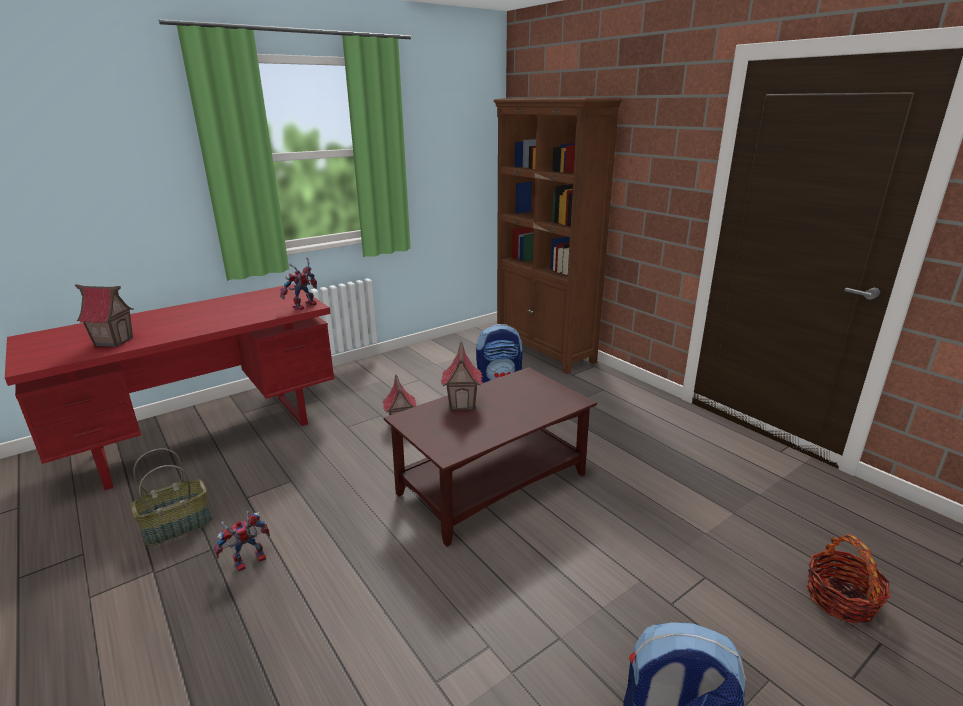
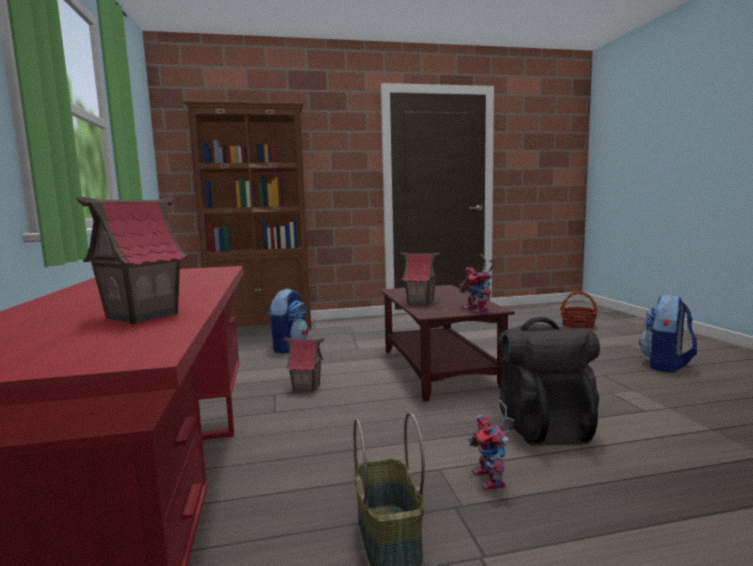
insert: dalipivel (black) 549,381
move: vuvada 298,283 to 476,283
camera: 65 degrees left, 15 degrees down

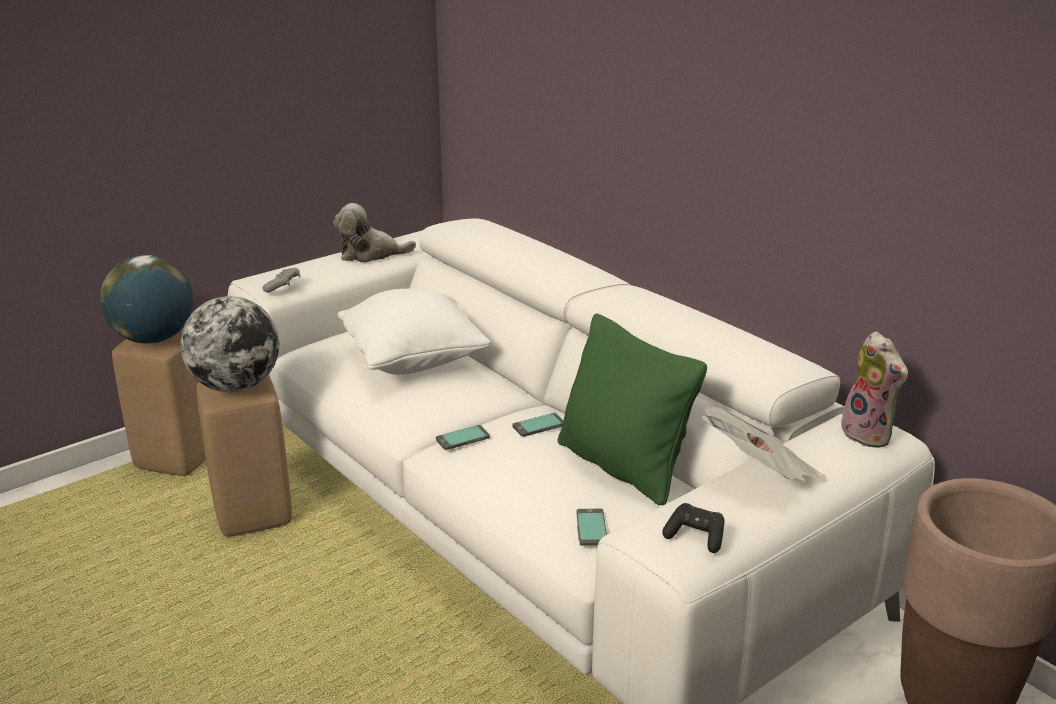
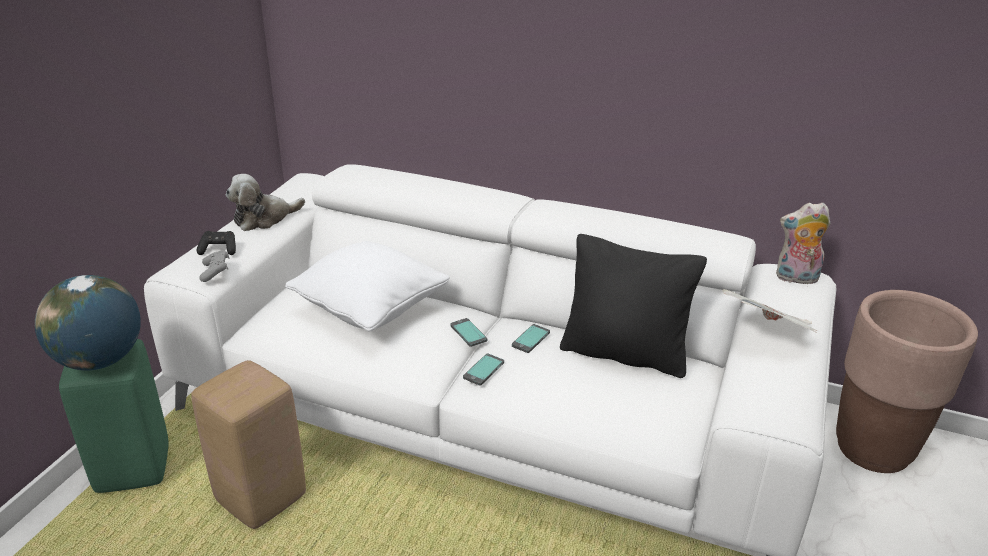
delete: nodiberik 229,344
move: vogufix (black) 693,528 to 216,243; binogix 591,527 to 468,332
recolor: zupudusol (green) 632,409 to zupudusol (black) 633,306; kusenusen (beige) 159,402 to kusenusen (green) 114,416
rotate: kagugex 871,389 = 803,243 150 degrees clockwise
camera: 30 degrees left, 5 degrees up

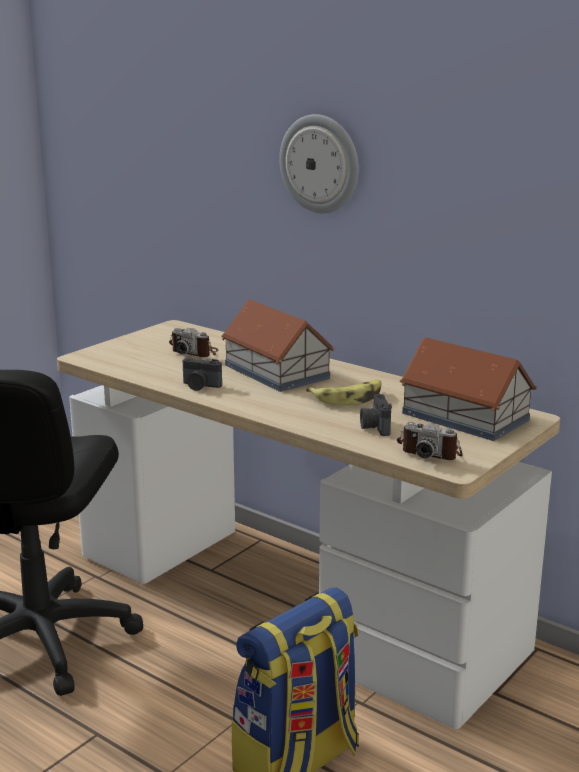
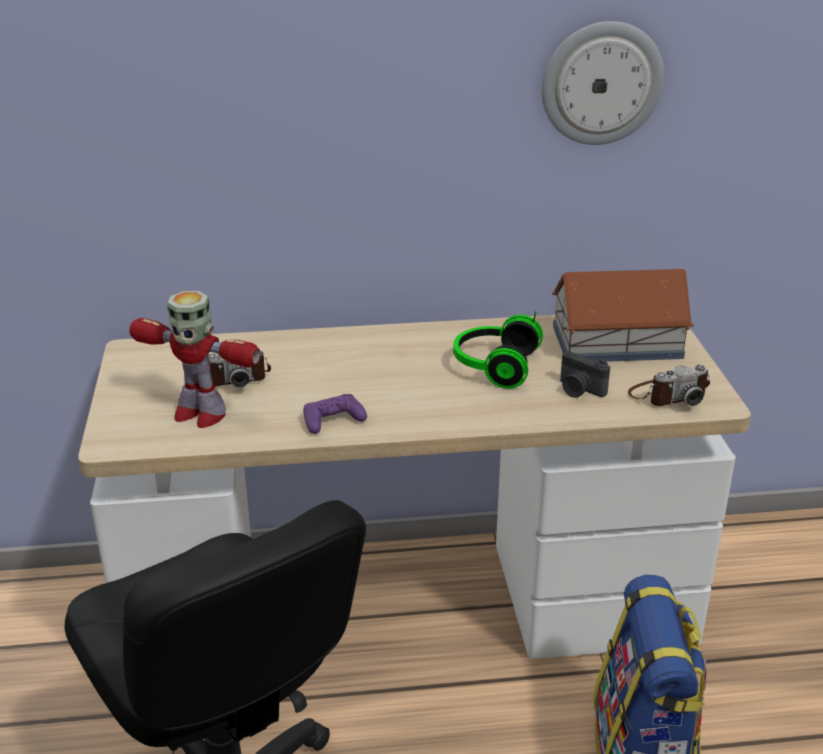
delete: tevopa 277,345
insert: vuvada 195,359
move: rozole 319,163 to 603,83
replace: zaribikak 202,374 to vogufix (purple) 335,414; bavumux 344,392 to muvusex 498,349
camera: 45 degrees left, 10 degrees up

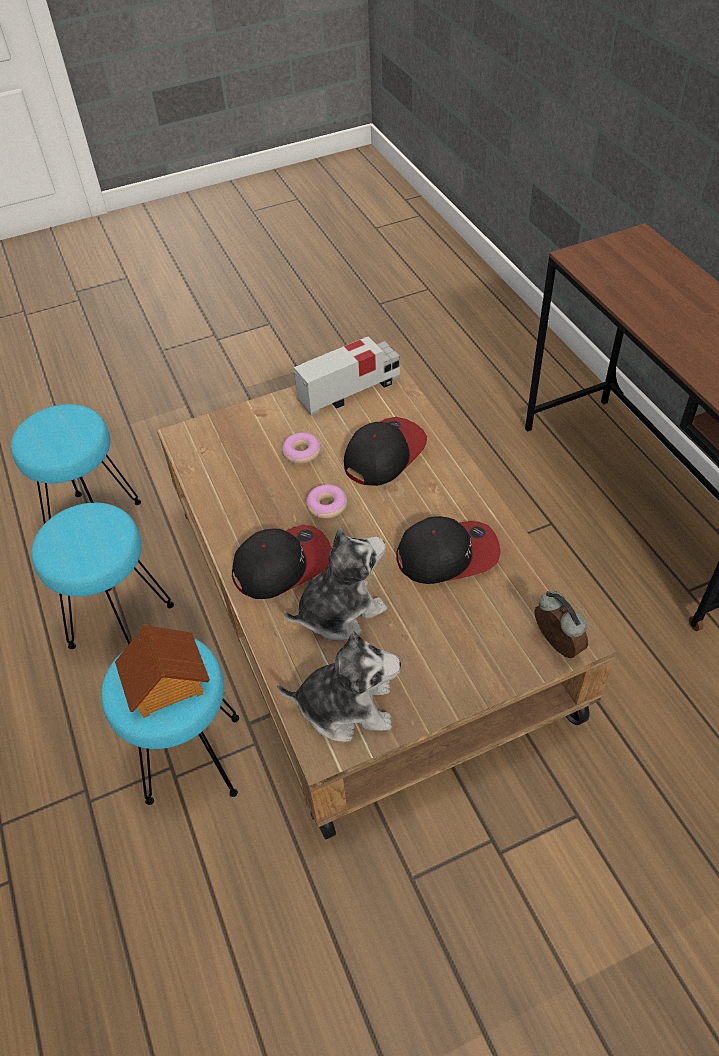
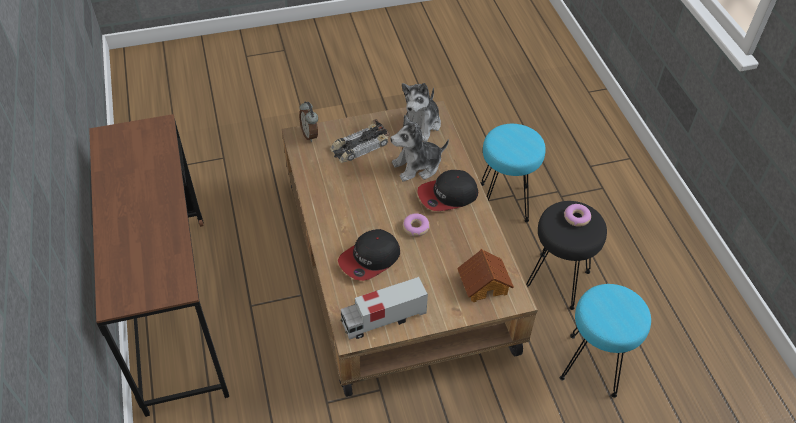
delete: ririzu 448,550
insert: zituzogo 360,141
move: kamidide 301,448 to 577,215; tevopa 162,671 to 485,275
recolor: kusenusen (turquoise) 102,576 to kusenusen (black) 566,255
rotate: kagugex 339,686 = 421,112 75 degrees counterclockwise
camera: 175 degrees left, 0 degrees up

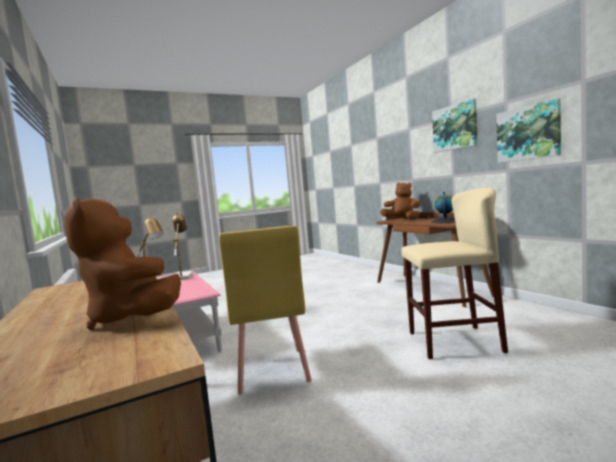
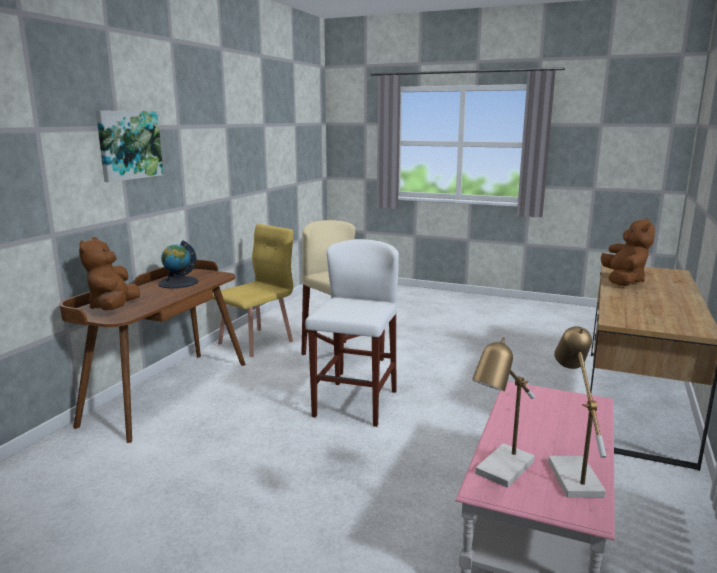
delete: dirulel 528,130
insert: kusenusen (white) 352,333
move: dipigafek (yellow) 265,309 to 253,290
camera: 130 degrees left, 10 degrees up

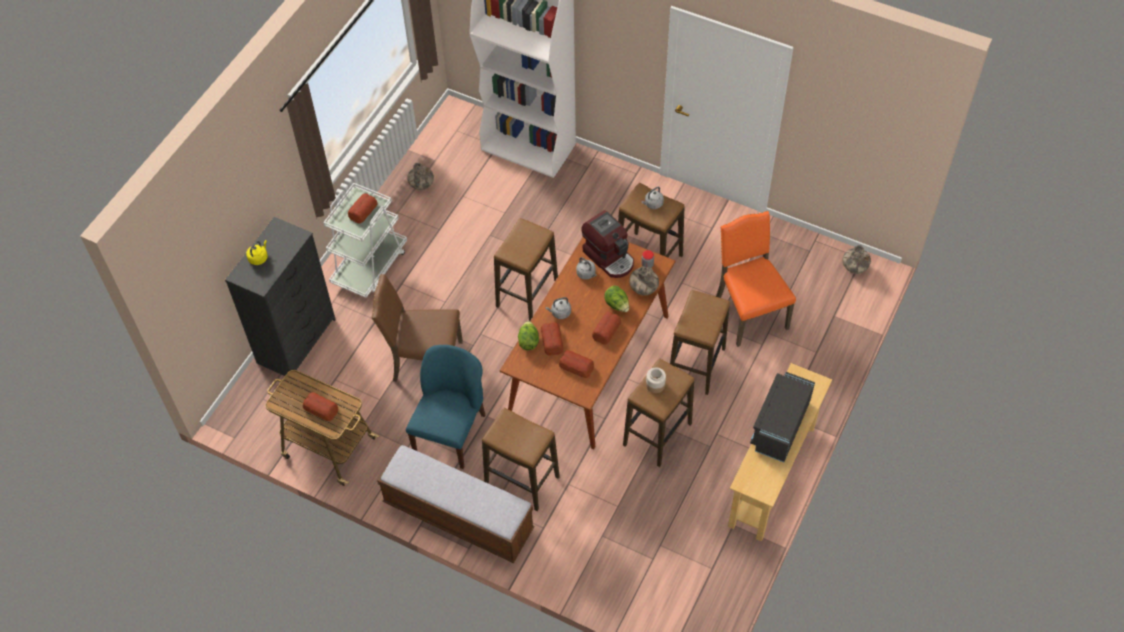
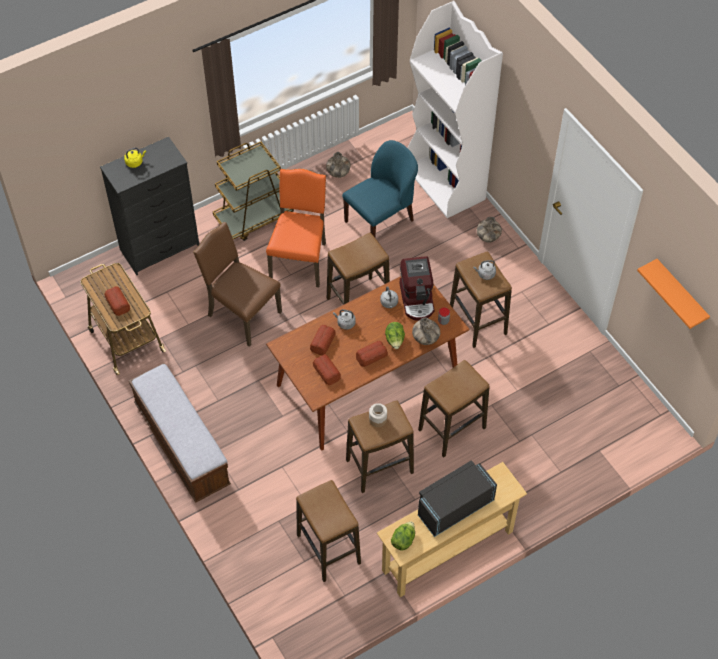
delete: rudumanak 363,208
insert: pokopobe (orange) 673,294
move: dipigafek (orange) 756,279 to 296,228; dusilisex 856,259 to 489,230; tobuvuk 528,335 to 403,536; dipigafek (blue) 445,407 to 380,188; kusenusen 521,459 to 328,531
recolor: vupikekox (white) 365,240 to vupikekox (brown) 253,191
camera: 30 degrees right, 0 degrees up

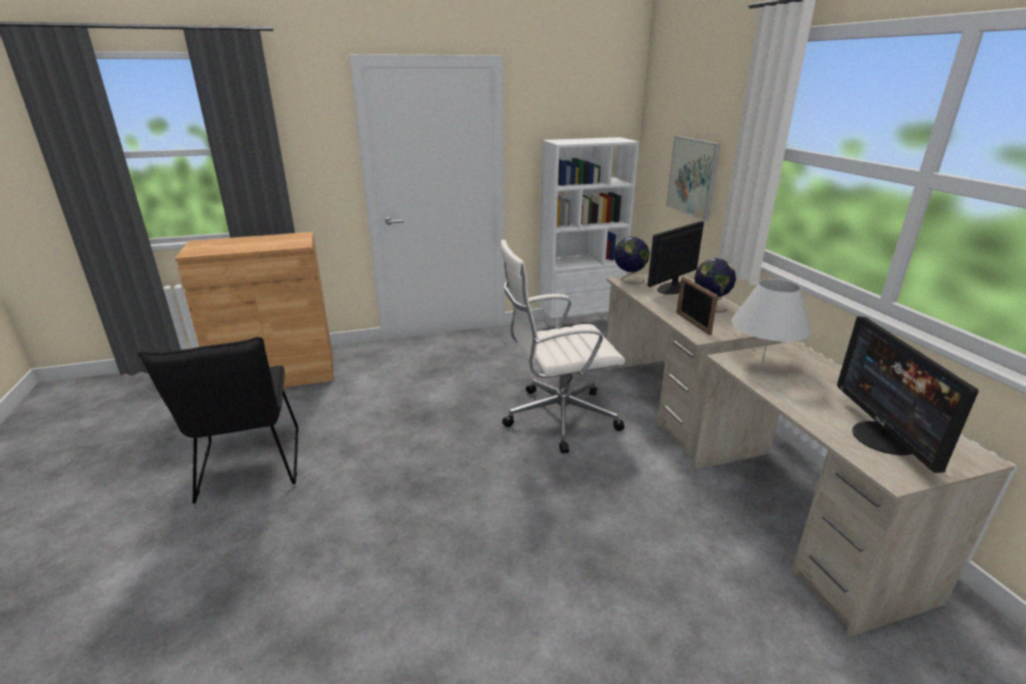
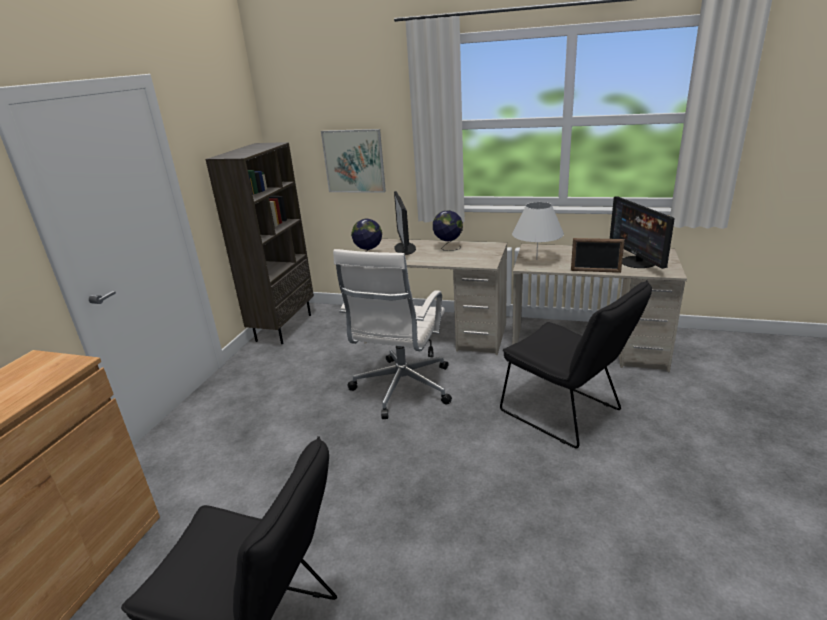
insert: dipigafek (black) 576,364
move: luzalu 697,305 to 598,255
recolor: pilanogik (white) 588,232 to pilanogik (brown) 259,243
rotate: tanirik 908,394 = 642,233 45 degrees clockwise
camera: 55 degrees left, 0 degrees up

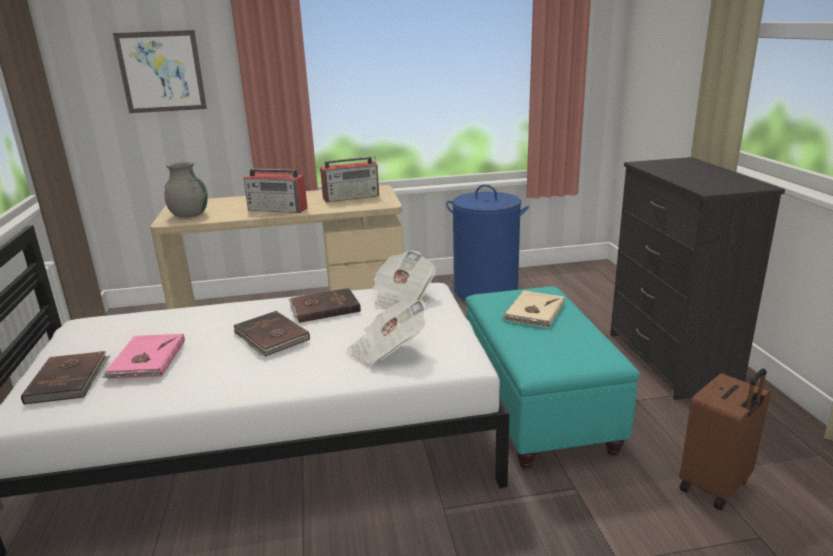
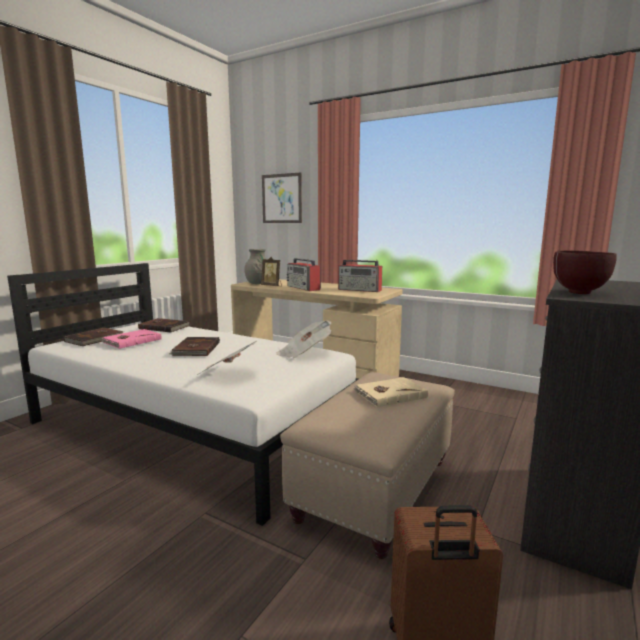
delete: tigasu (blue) 487,243
insert: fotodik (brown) 585,272; luzalu 271,271
move: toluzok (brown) 325,305 to 164,325
recolor: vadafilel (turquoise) 553,378 to vadafilel (beige) 367,465
camera: 40 degrees right, 10 degrees down

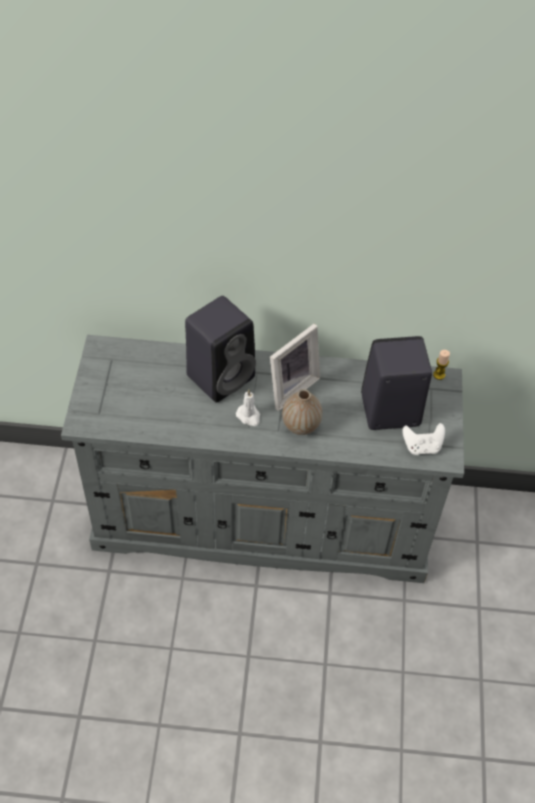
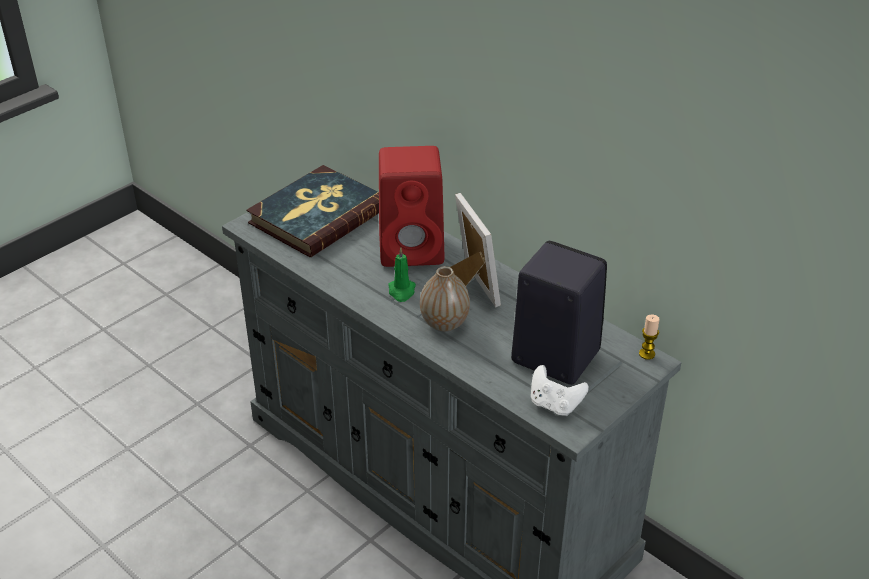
insert: toluzok 312,211
recolor: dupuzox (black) 220,349 to dupuzox (red) 411,206; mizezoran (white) 248,408 to mizezoran (green) 402,275
rotate: luzalu 295,367 = 475,250 105 degrees counterclockwise
camera: 40 degrees right, 15 degrees down

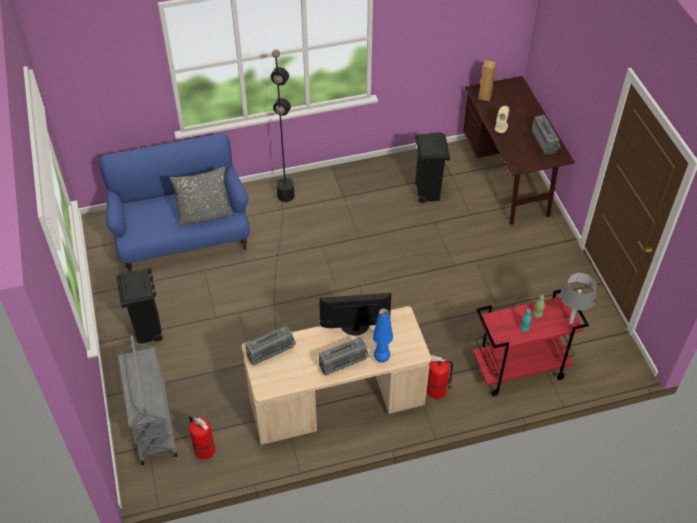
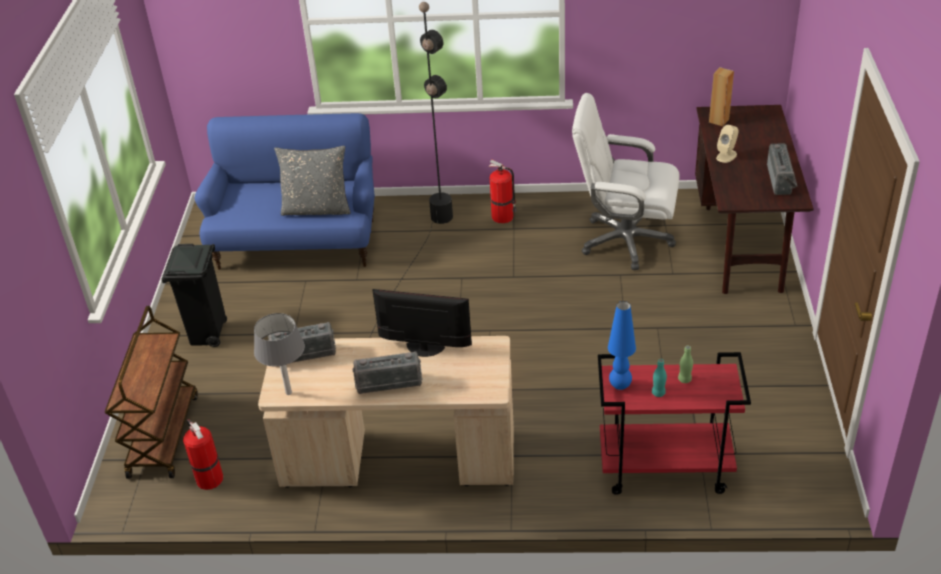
move: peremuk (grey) 579,298 to 279,354; peremuk (blue) 383,335 to 622,345; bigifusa 440,377 to 502,191
replace: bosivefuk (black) 432,167 to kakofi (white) 626,181
recolor: vupikekox (grey) 148,400 to vupikekox (brown) 151,392
camera: 20 degrees right, 10 degrees down

